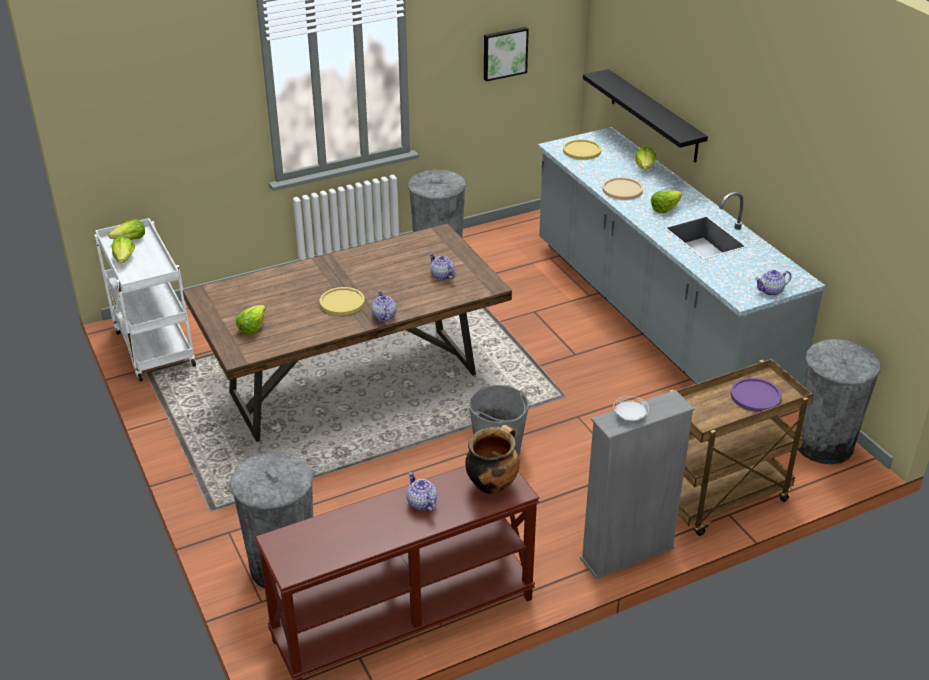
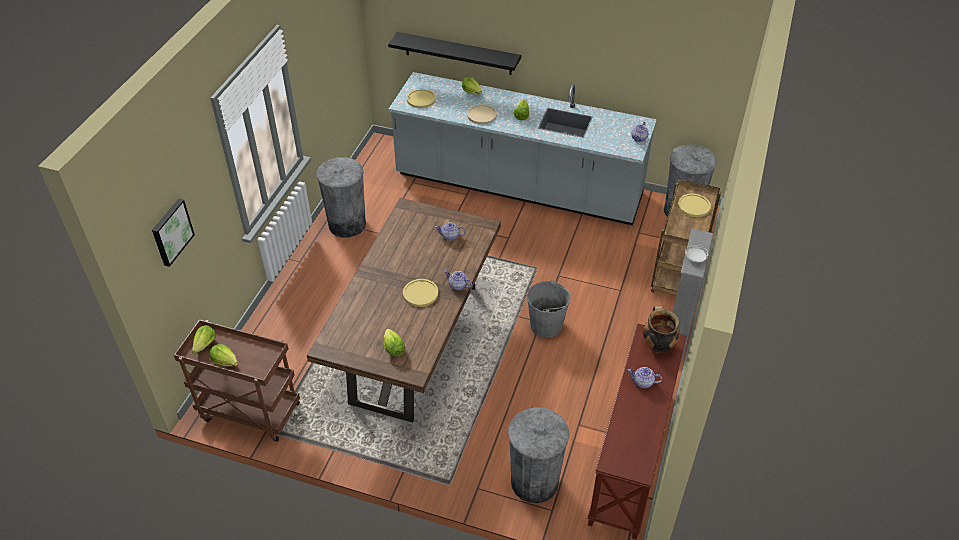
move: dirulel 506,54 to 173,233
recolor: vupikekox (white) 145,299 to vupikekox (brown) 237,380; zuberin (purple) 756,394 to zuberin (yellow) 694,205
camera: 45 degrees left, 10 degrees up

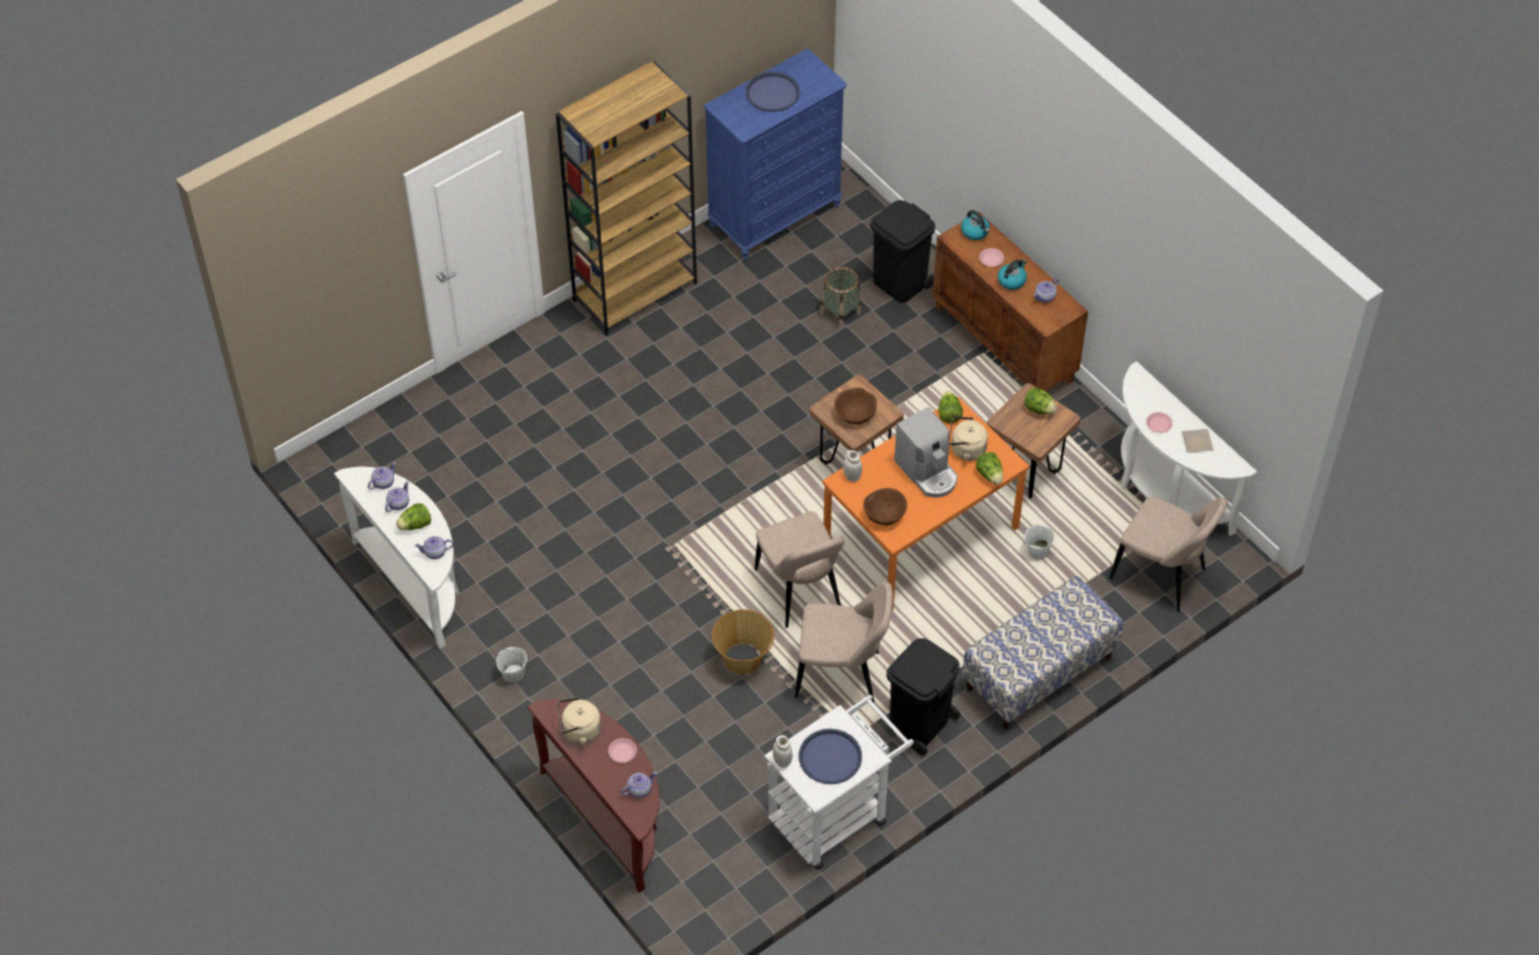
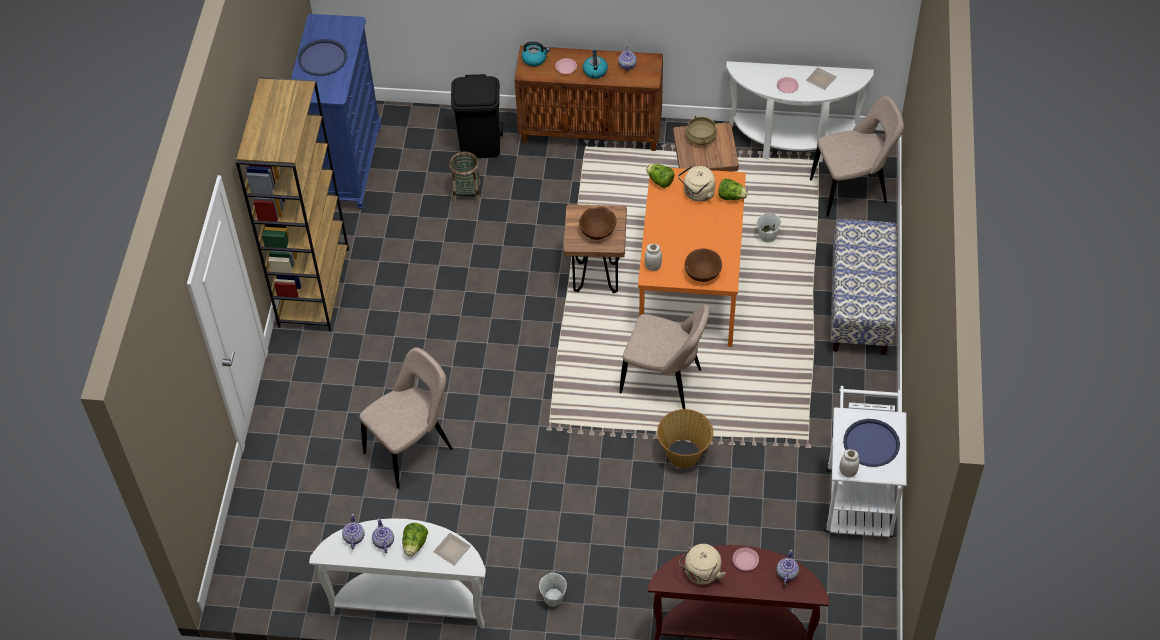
delete: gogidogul 926,452; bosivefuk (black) 923,697
move: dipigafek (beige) 844,642 to 406,418
replace: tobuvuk 1040,401 to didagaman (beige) 701,130; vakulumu 434,547 to zuberin 452,549
camera: 45 degrees left, 0 degrees up

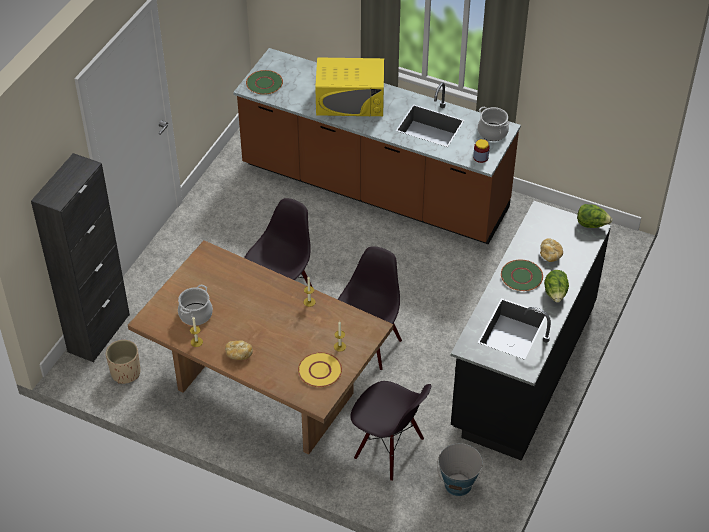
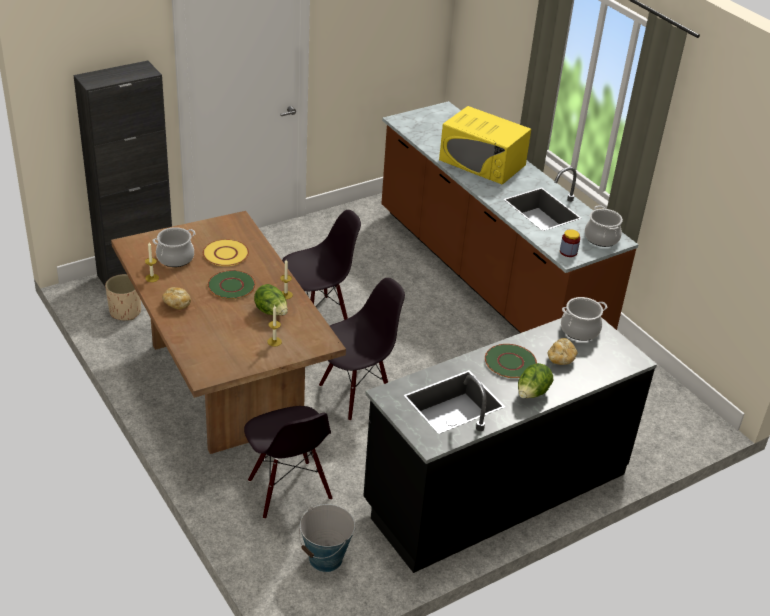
insert: didagaman 584,319
move: zuberin (green) 264,82 to 232,284; tobuvuk 594,216 to 271,299; zuberin (yellow) 320,369 to 226,252
camera: 30 degrees right, 10 degrees down

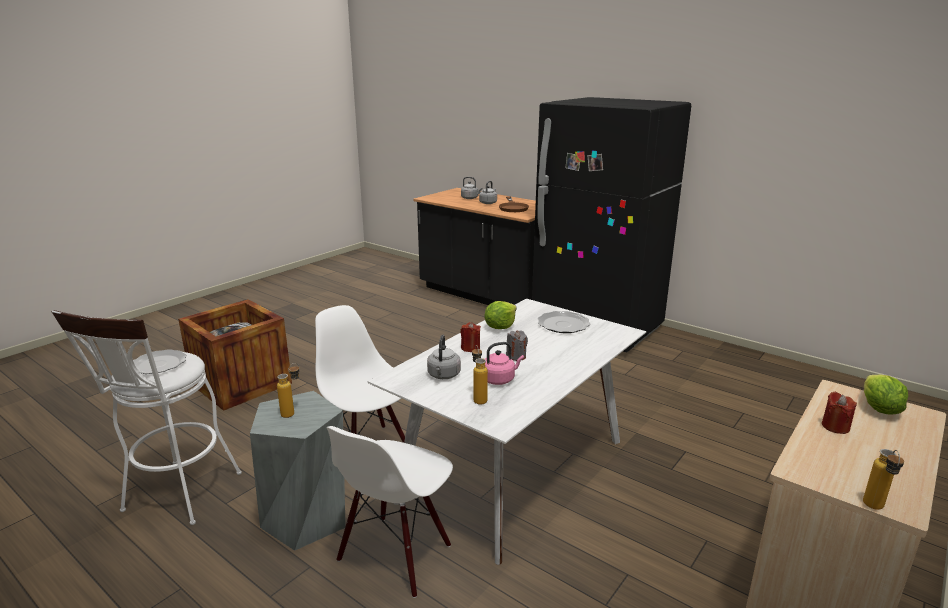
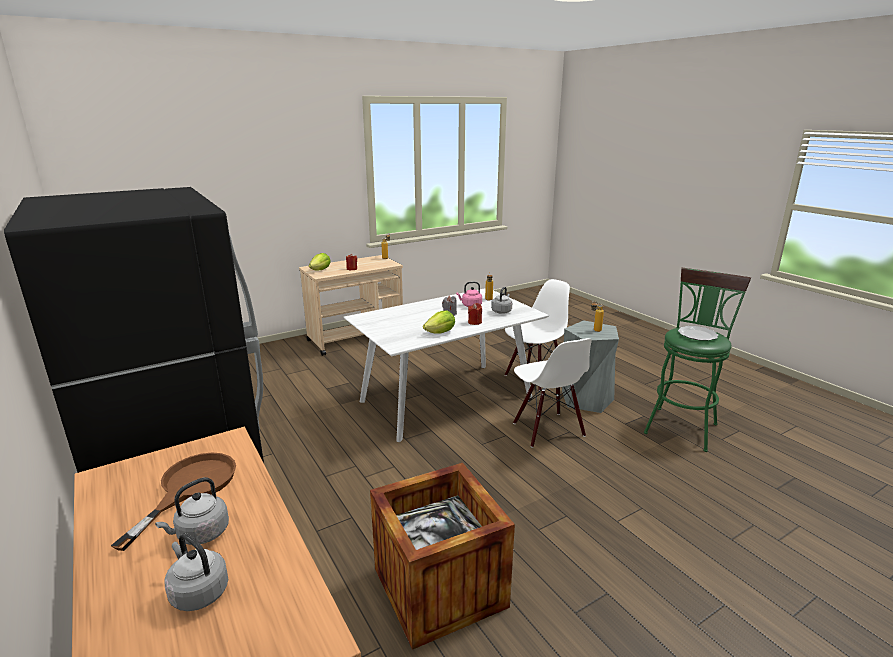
delete: zuberin 563,322
move: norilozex 235,355 to 442,556
recolor: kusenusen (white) 146,417 to kusenusen (green) 697,360
camera: 160 degrees left, 0 degrees up

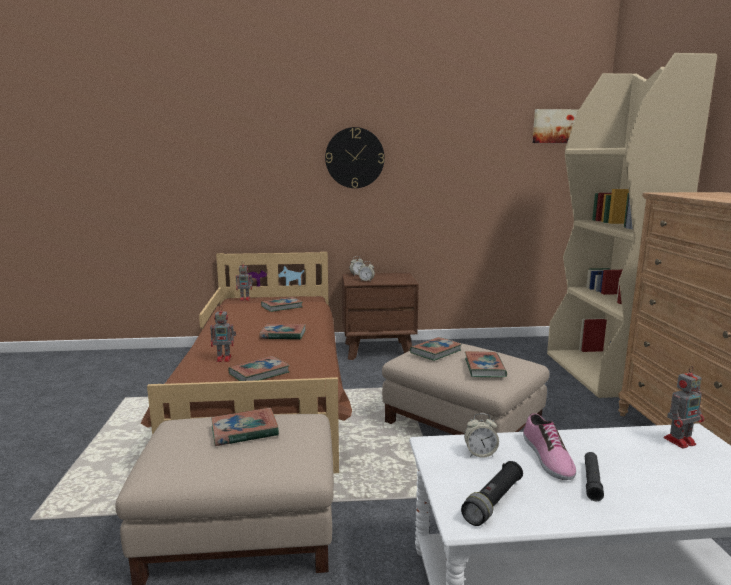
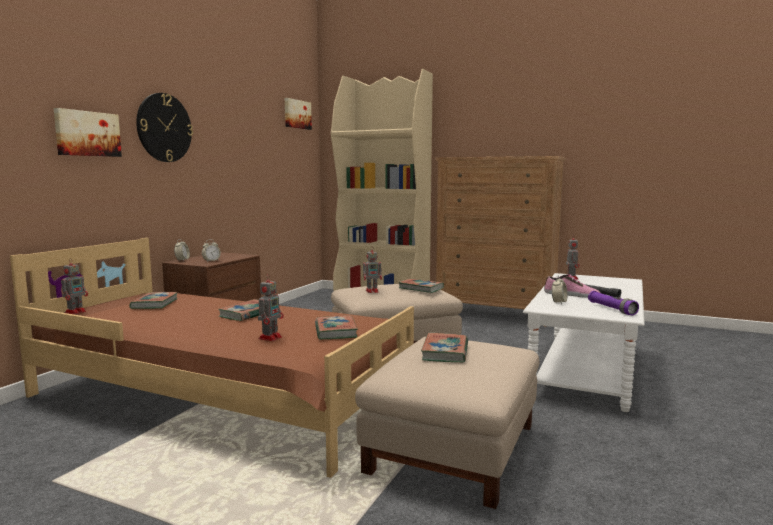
insert: dirulel 88,132
replace: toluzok 436,349 to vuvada 372,271
recolor: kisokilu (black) 492,493 to kisokilu (purple) 613,303
camera: 60 degrees left, 5 degrees down

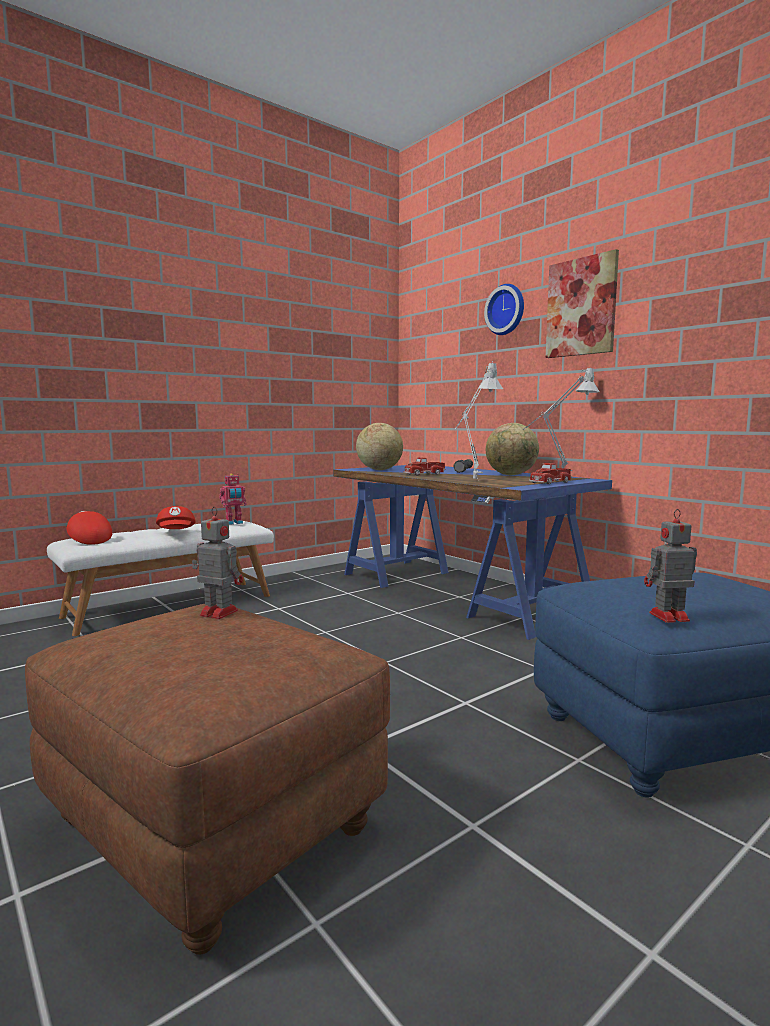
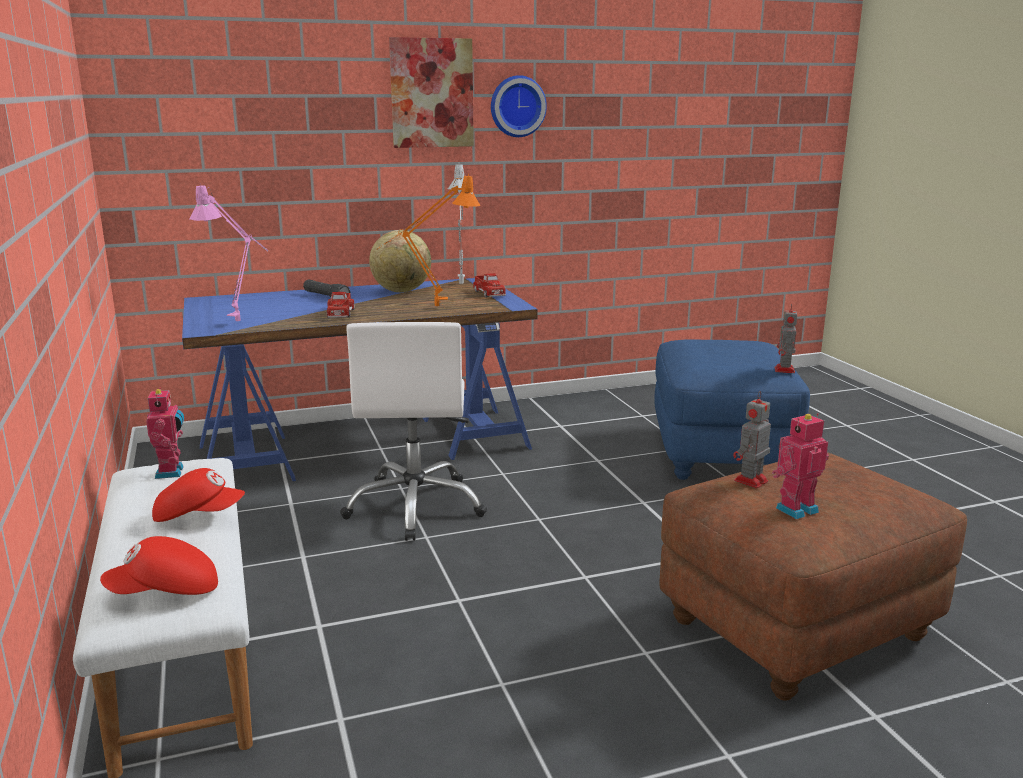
insert: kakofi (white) 413,431; vuvada 800,466
move: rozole 504,309 to 519,106
replace: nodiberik 379,446 to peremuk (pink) 229,253
recolor: peremuk (grey) 479,420 to peremuk (orange) 429,240
camera: 70 degrees left, 10 degrees up

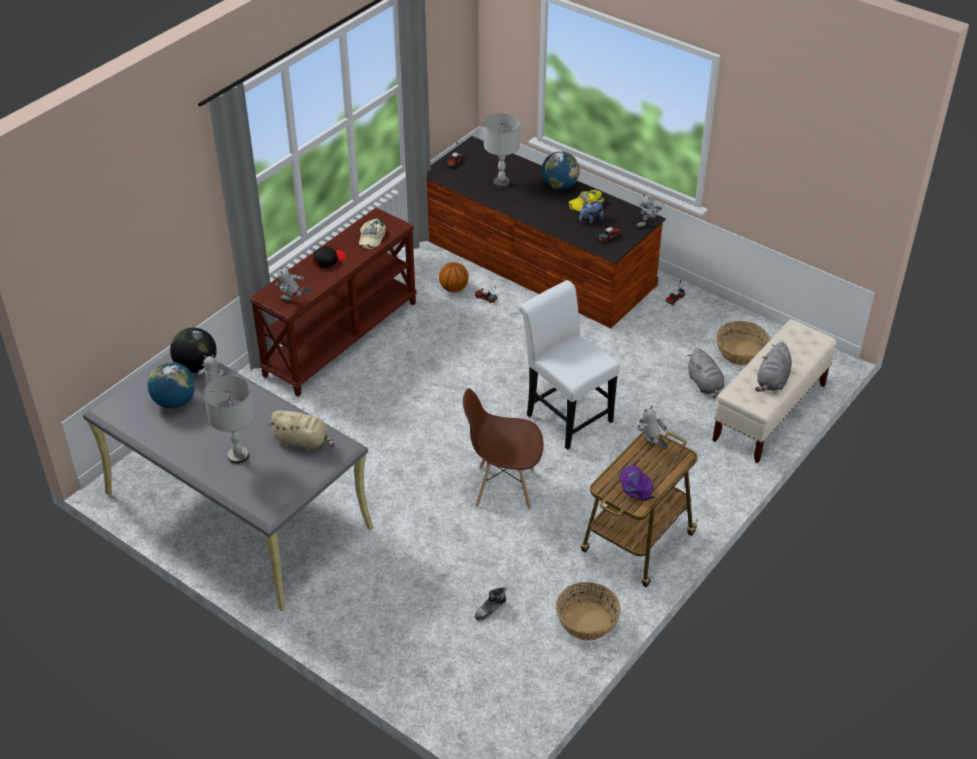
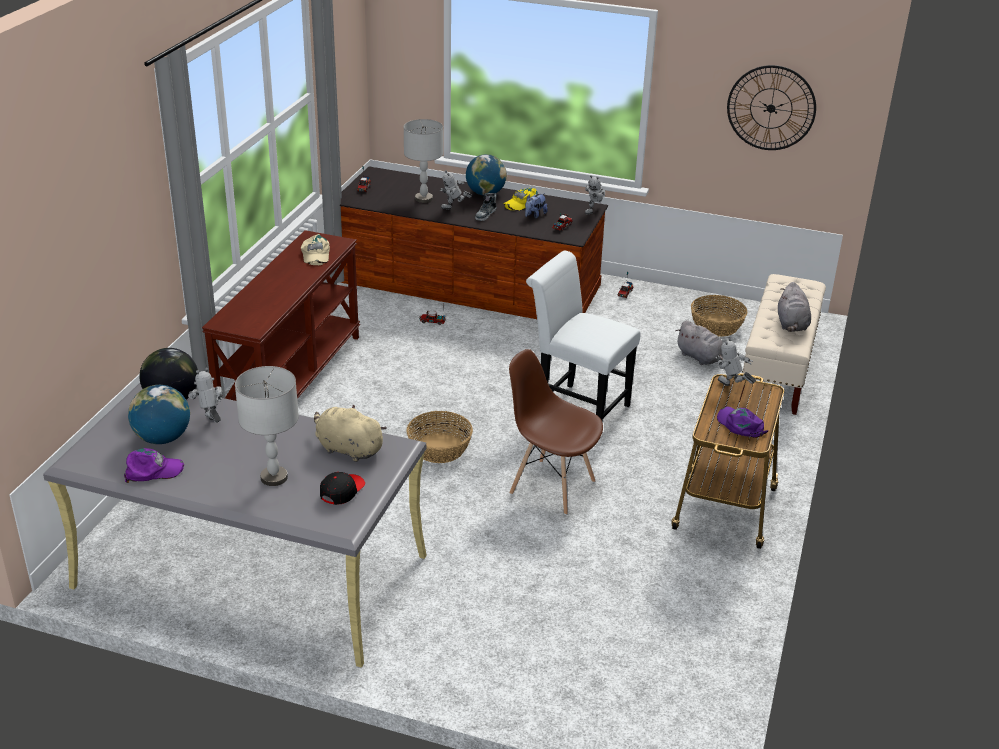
delete: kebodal 454,277
insert: rozole 771,107; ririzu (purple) 154,465
move: ririzu (black) 329,257 to 342,488; vuvada 293,284 to 456,190; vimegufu 588,611 to 439,437; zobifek 491,604 to 485,207
rotate: dipigafek (brown) 503,449 = 556,432 45 degrees clockwise; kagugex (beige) 301,430 = 350,433 150 degrees counterclockwise
camera: 20 degrees left, 10 degrees down

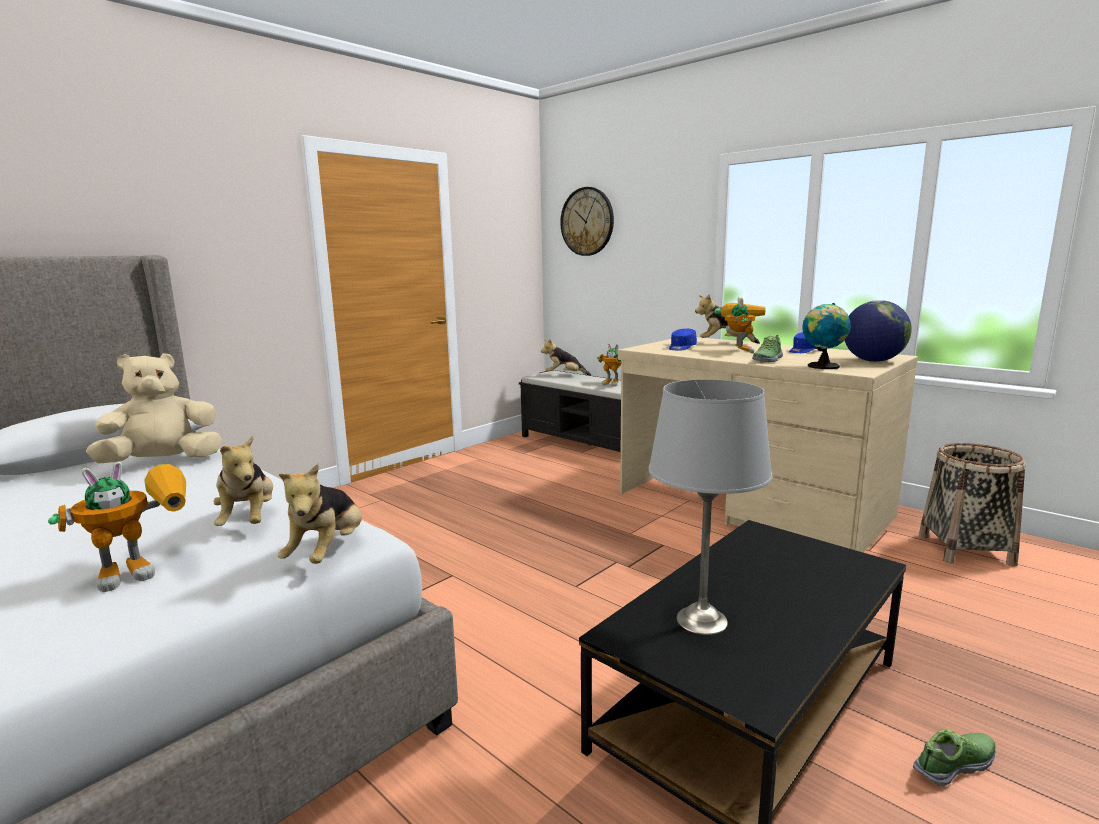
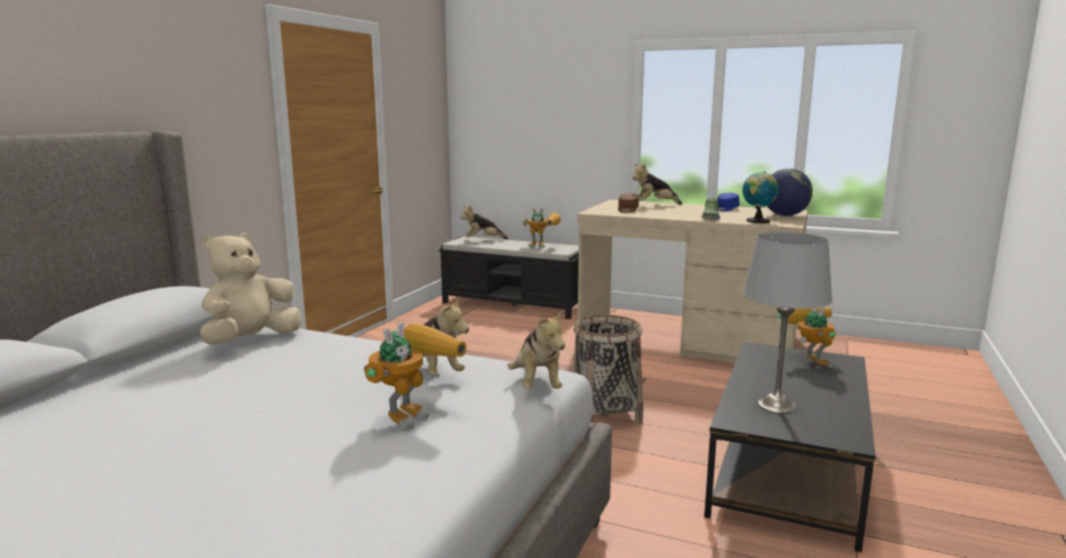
delete: rozole 587,221; zobifek 954,758
move: vuvada 739,325 to 807,337; vimegufu 972,505 to 607,370
recolor: ririzu (blue) 683,340 to ririzu (brown) 628,203
camera: 20 degrees left, 0 degrees up

